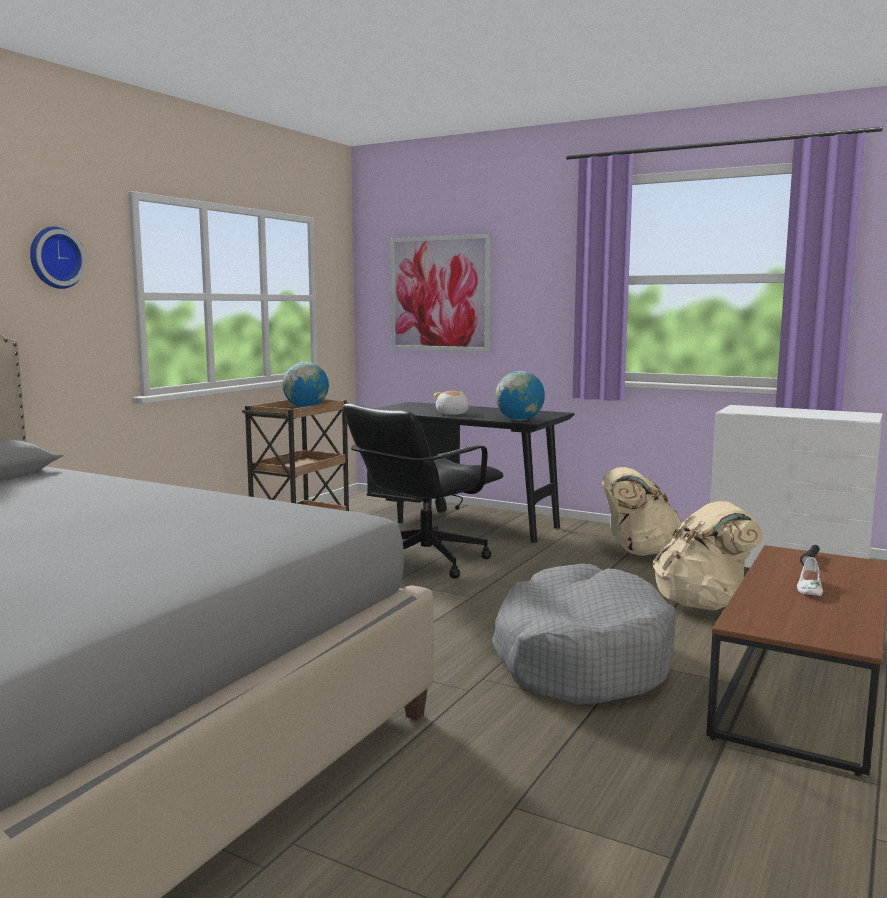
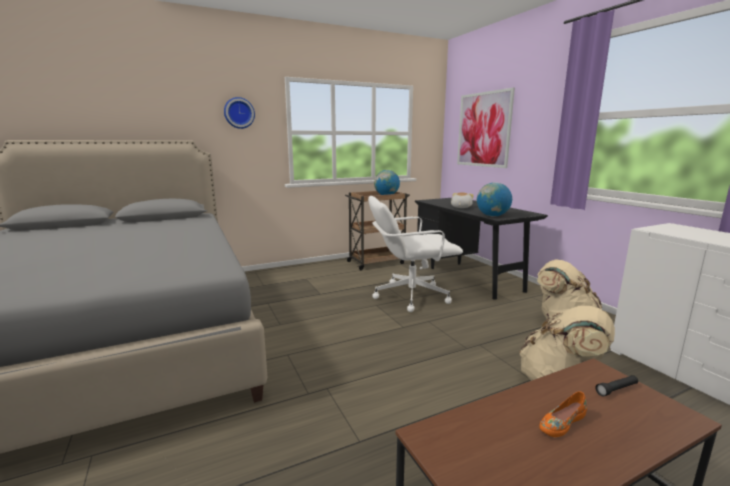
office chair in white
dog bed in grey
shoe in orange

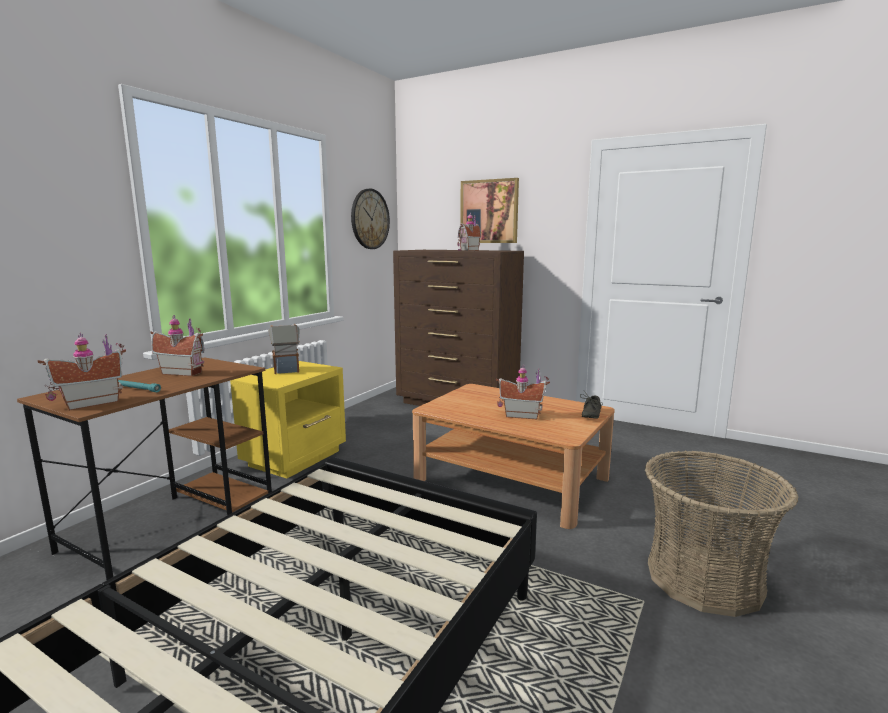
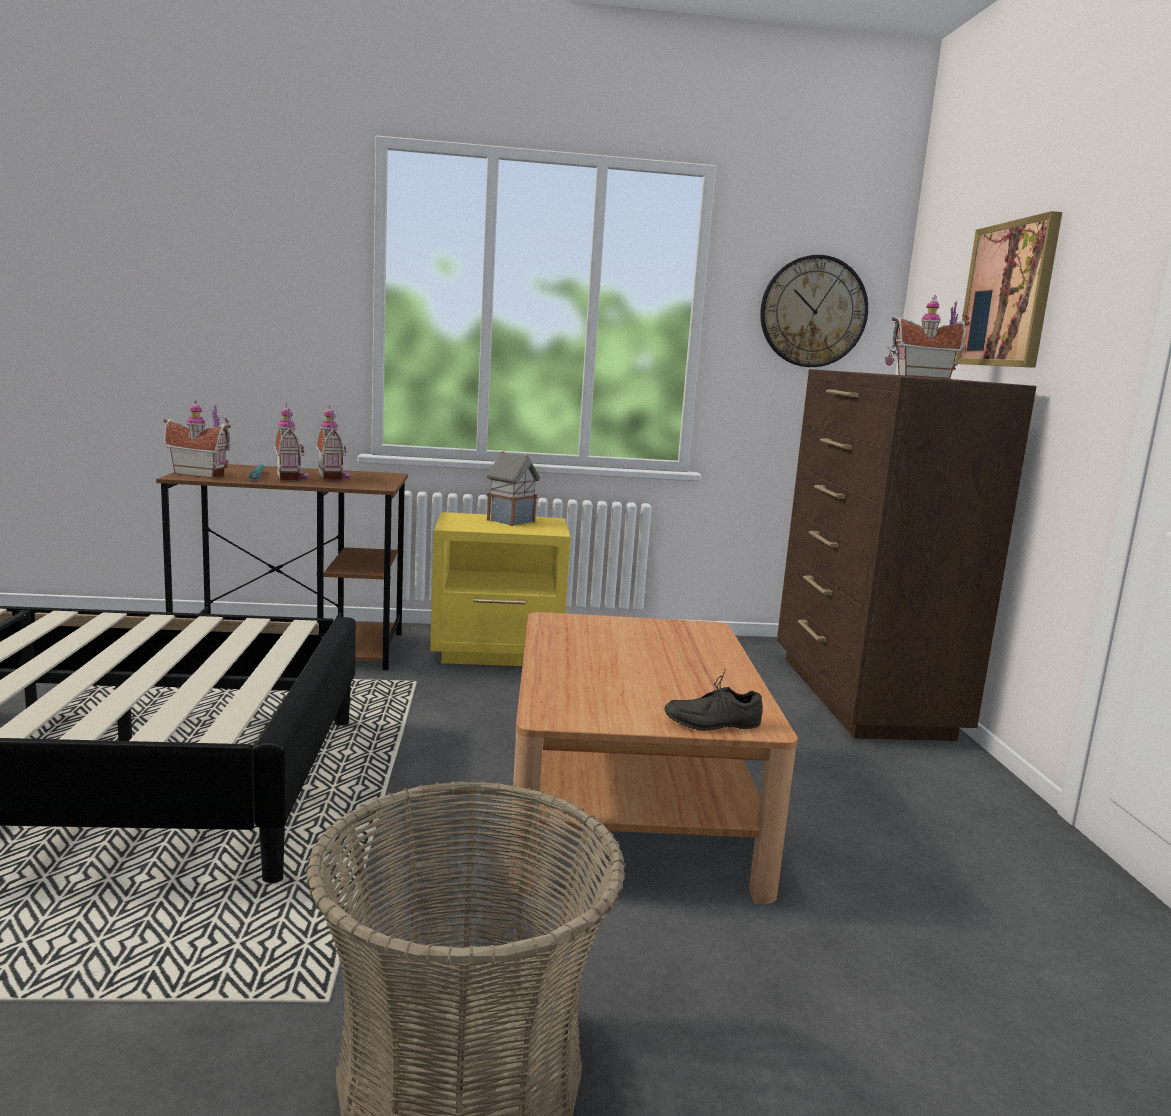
toy house (no. 2 from left)

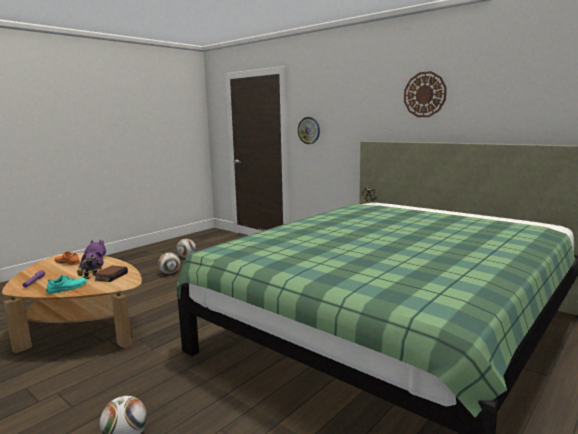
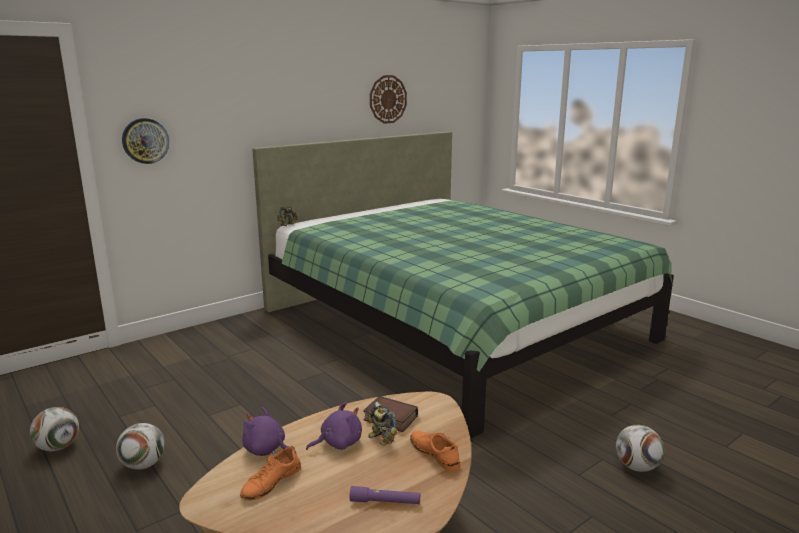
shoe in orange (no. 2 from left)
wall clock (no. 2 from left)

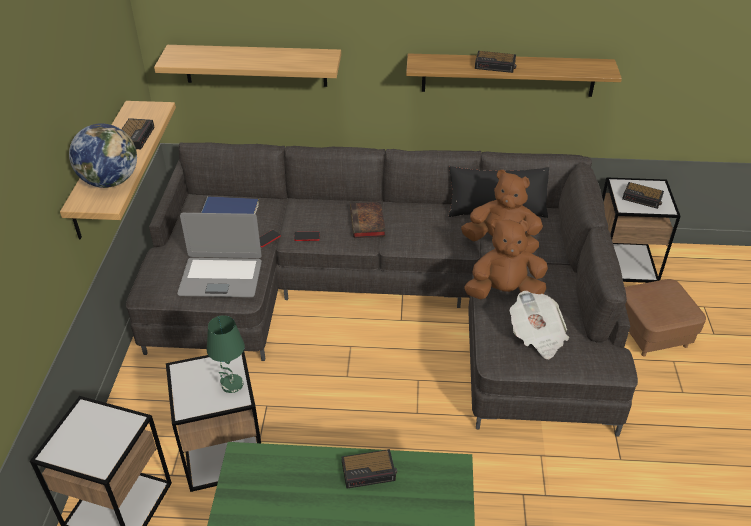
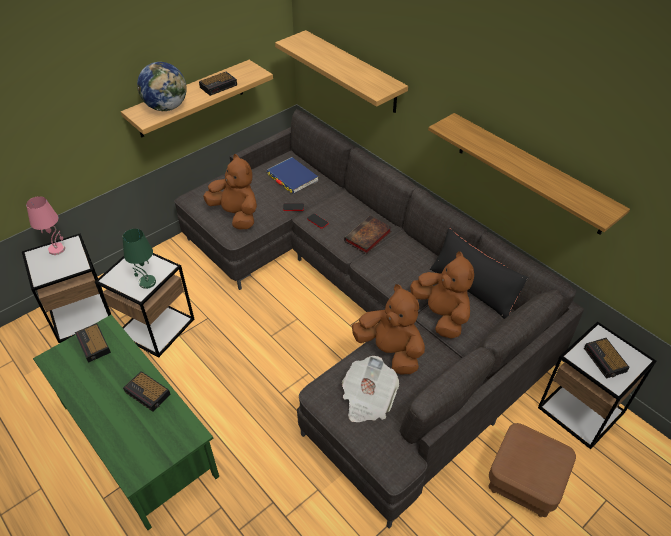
plush toy in brown (no. 1 from left)
alarm clock (no. 1 from left)
table lamp in pink

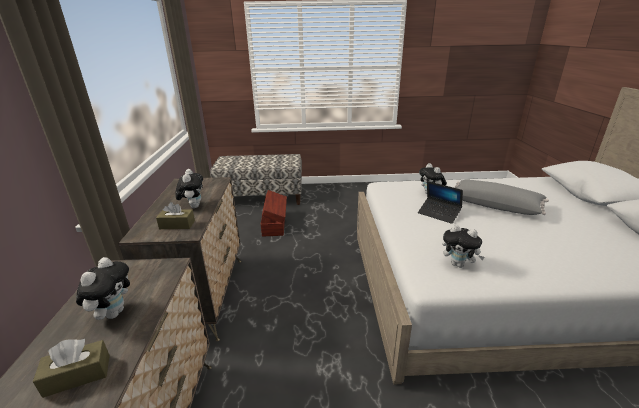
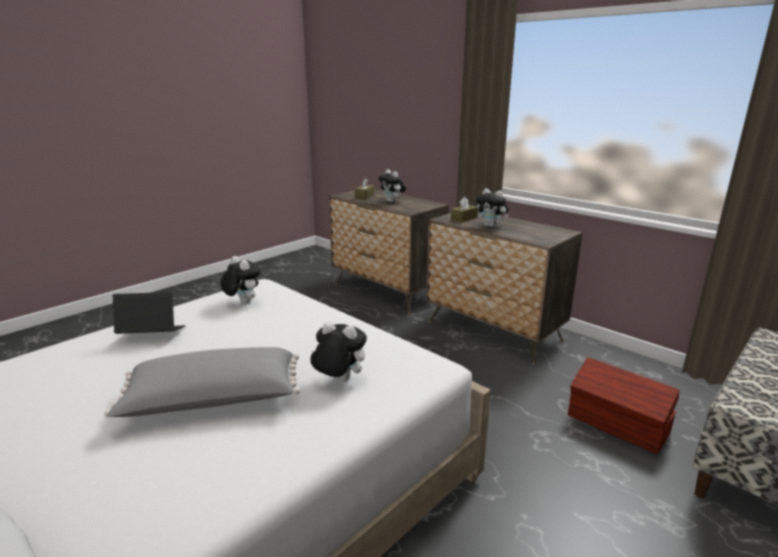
laptop
plush toy (no. 1 from left)

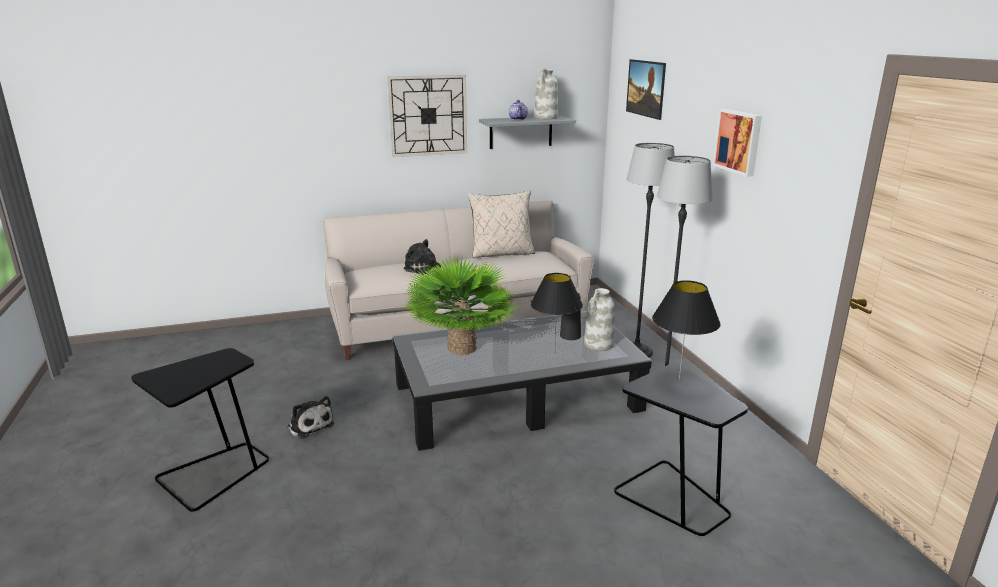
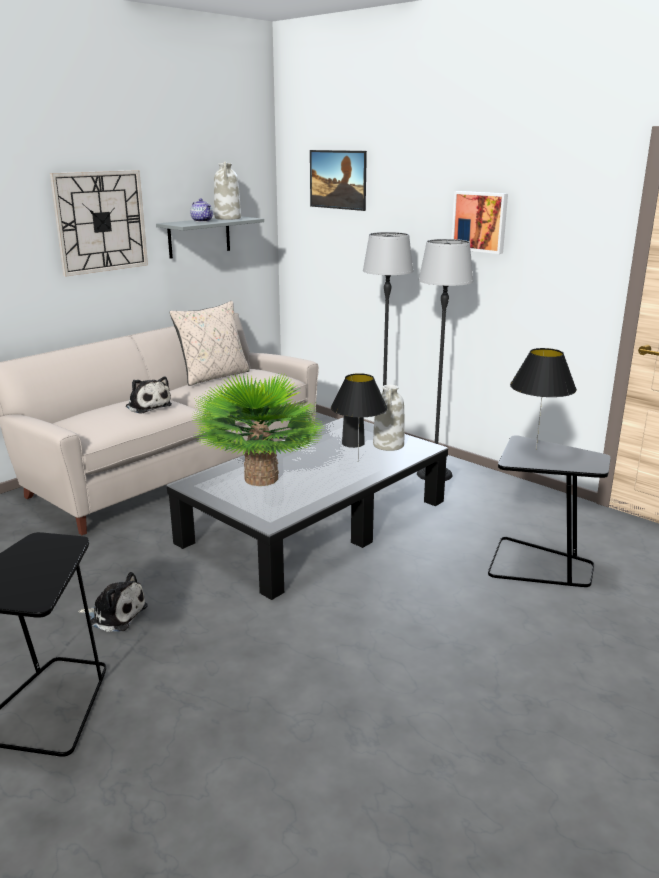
plush toy (no. 2 from left)

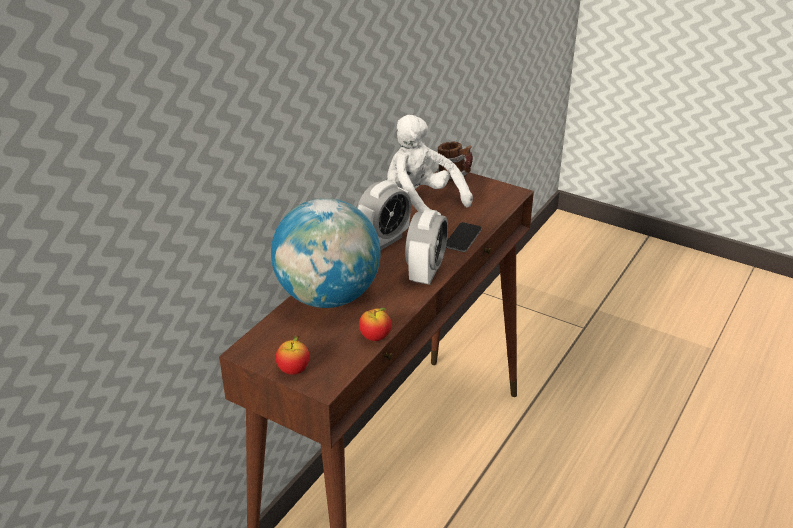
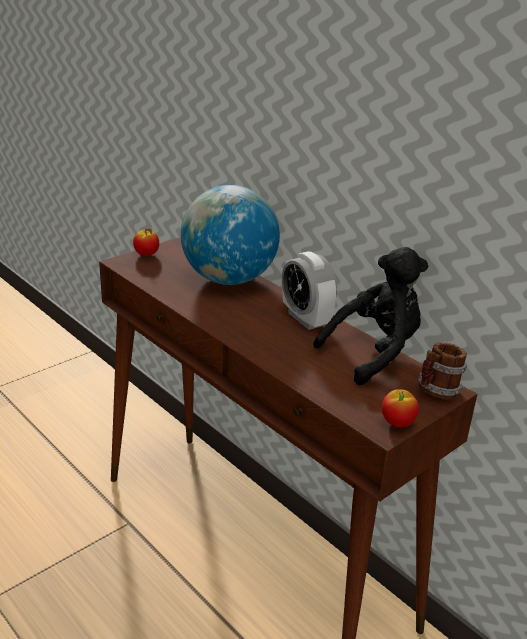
apple (no. 2 from left)
plush toy in black
alarm clock (no. 2 from left in the first image)
phone

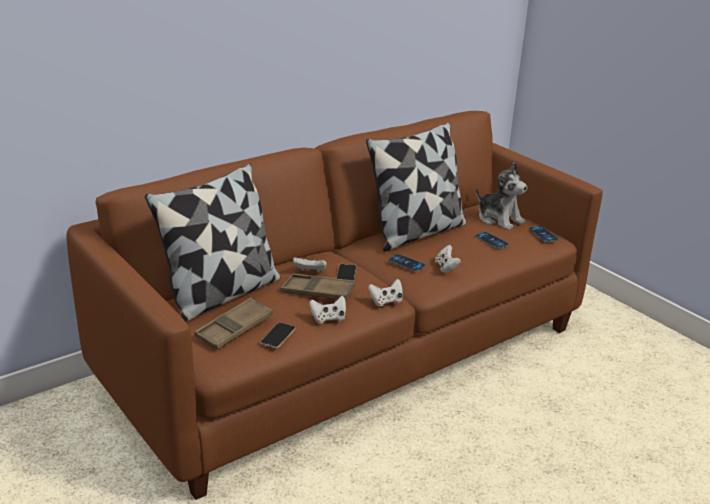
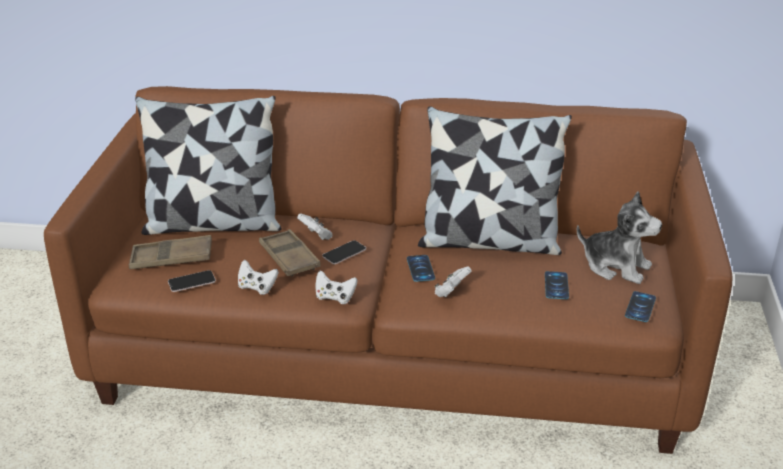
plush toy

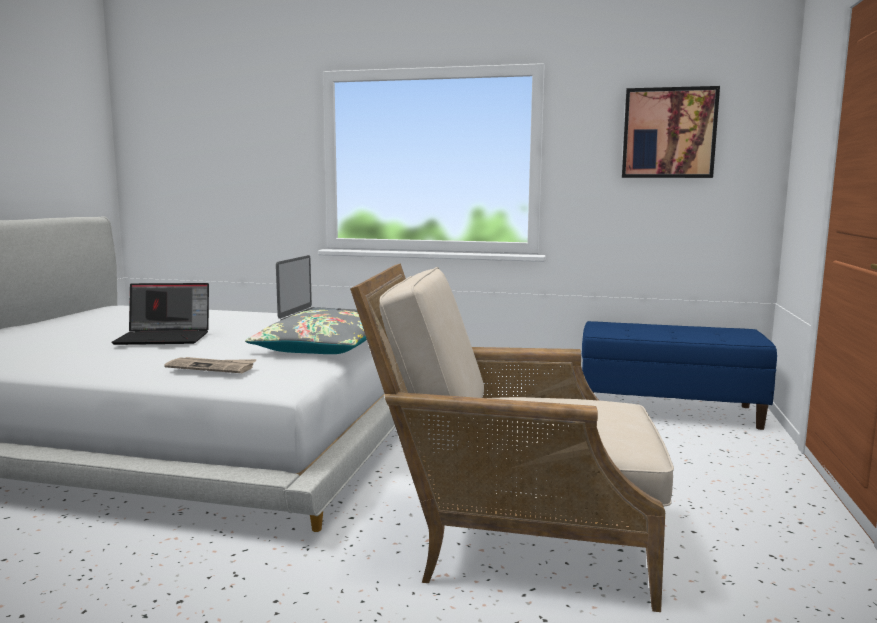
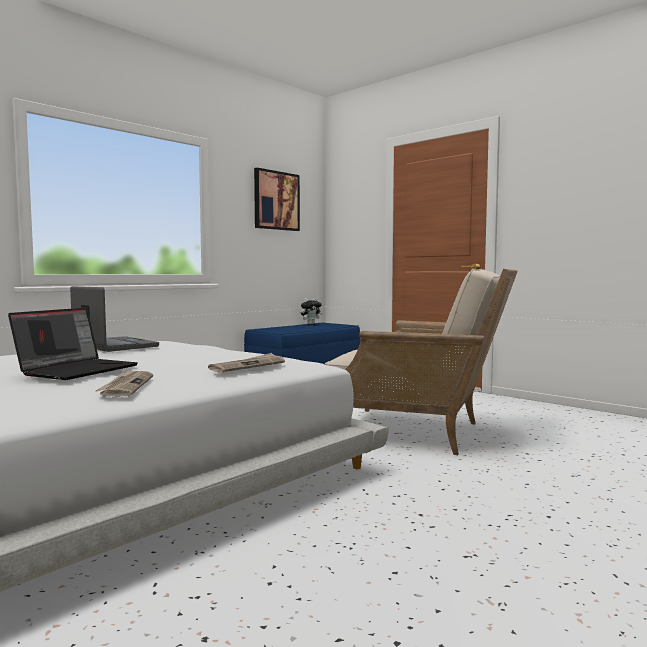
pillow in grey
armchair in beige
newspaper (no. 1 from left)
plush toy

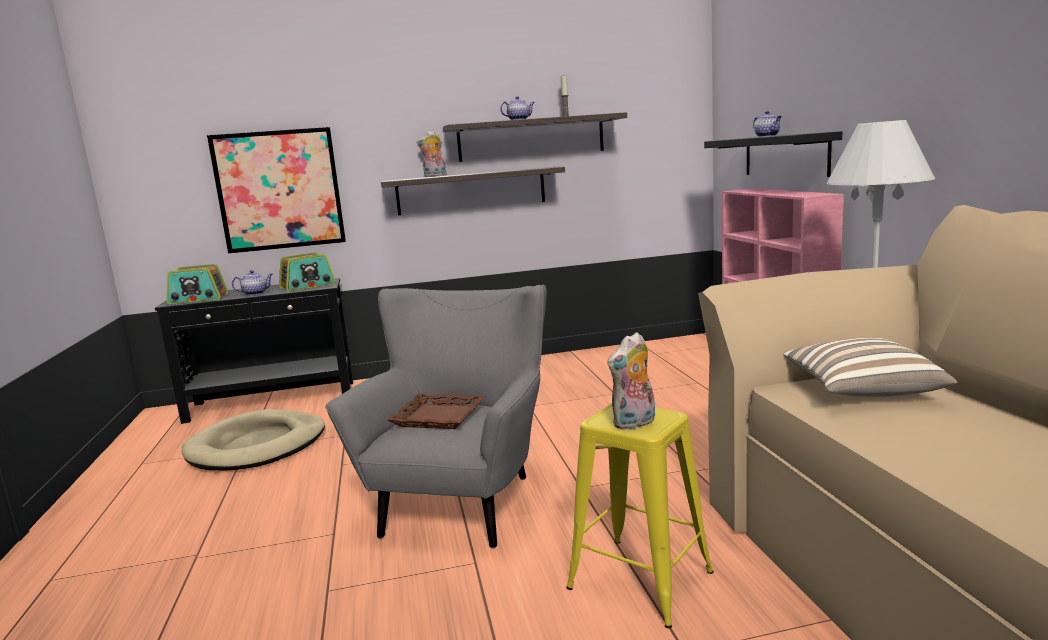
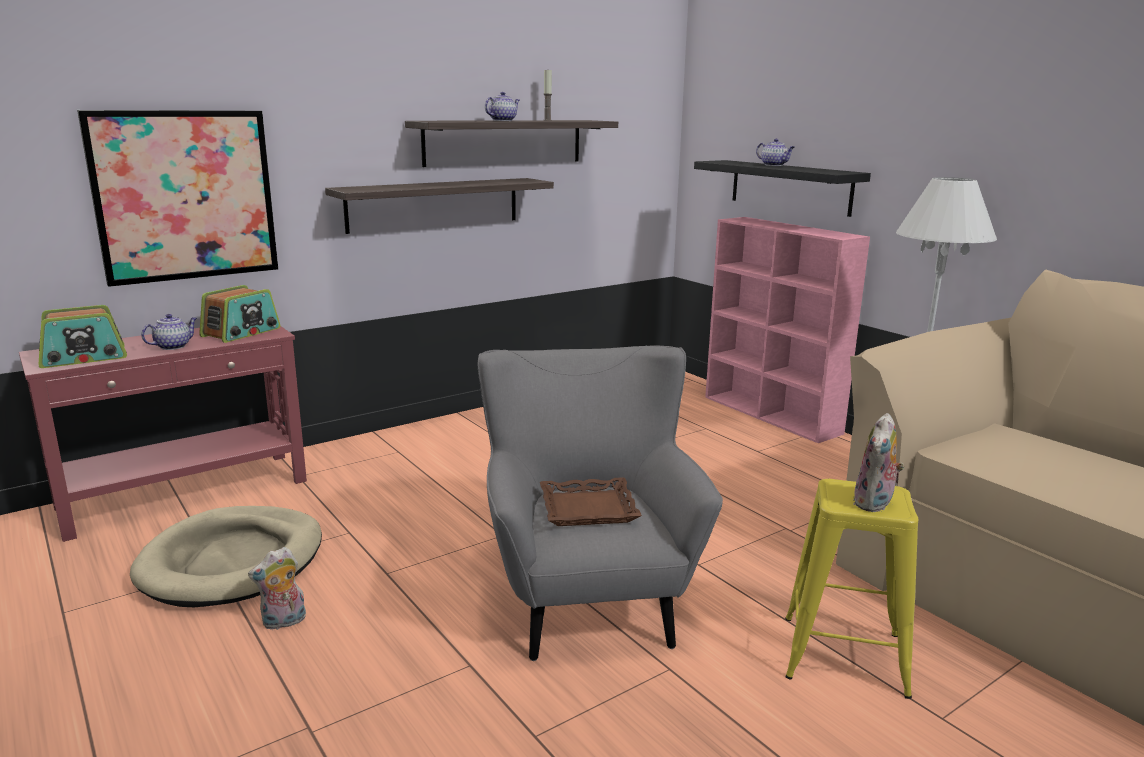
console table in red
plush toy (no. 1 from left)
pillow

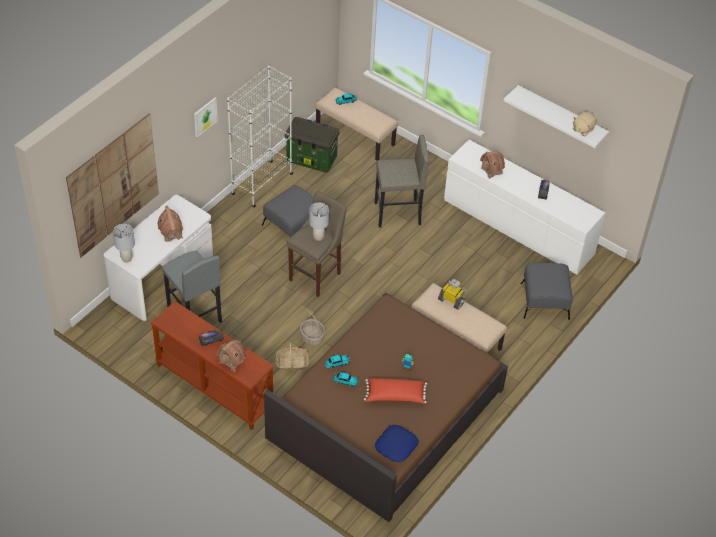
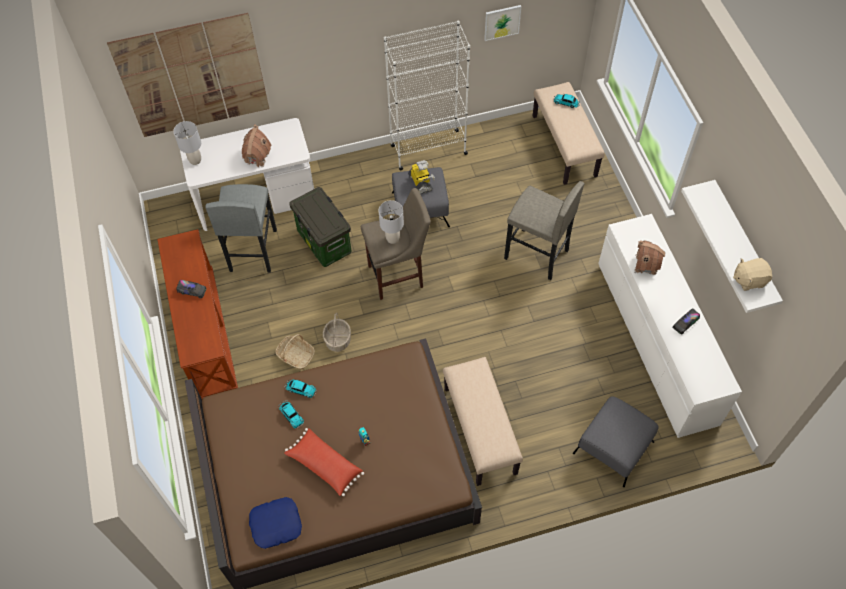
picture (no. 2 from left)
toy house (no. 2 from left in the first image)
storage box
toy robot (no. 2 from left)

